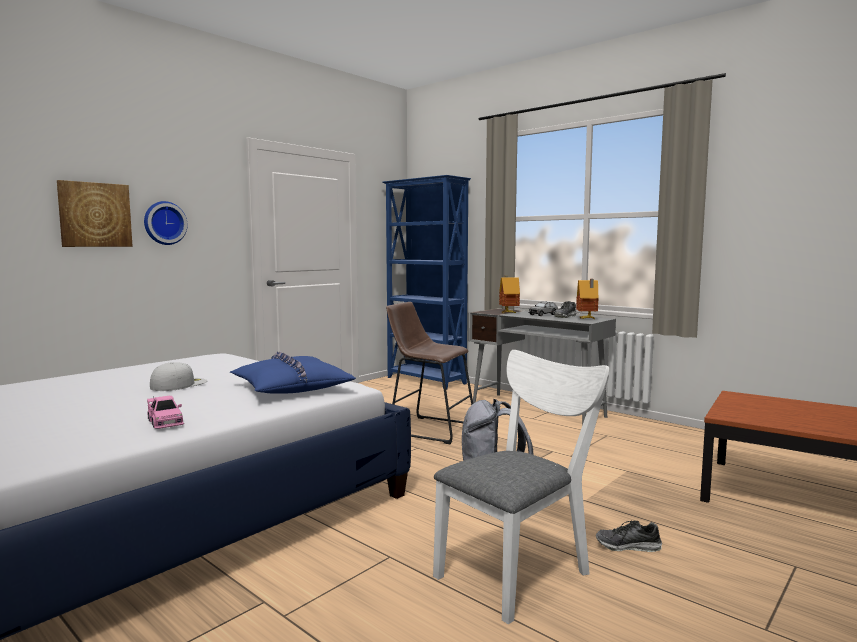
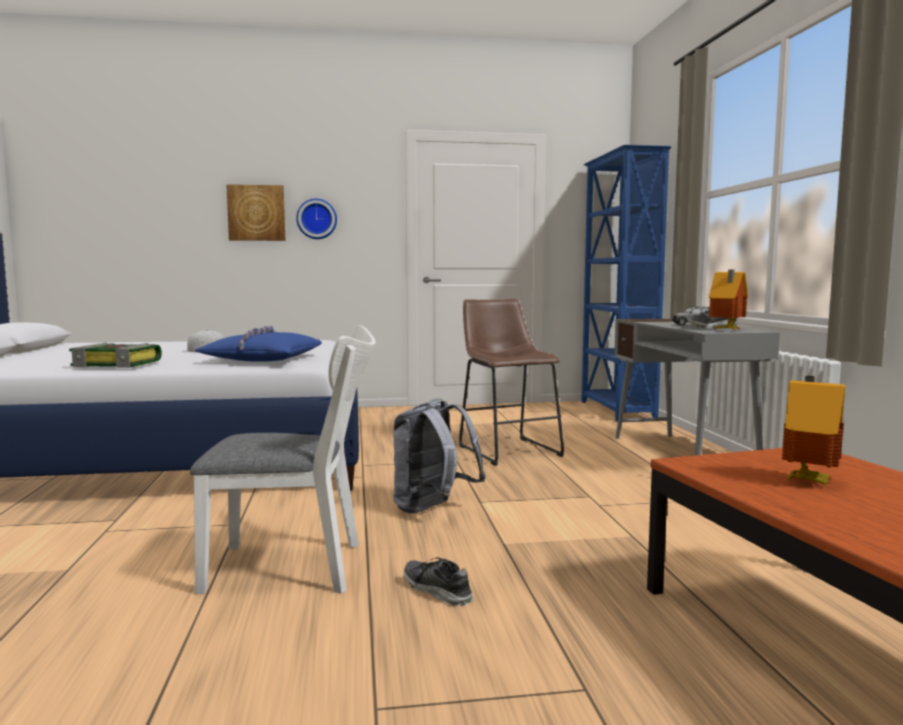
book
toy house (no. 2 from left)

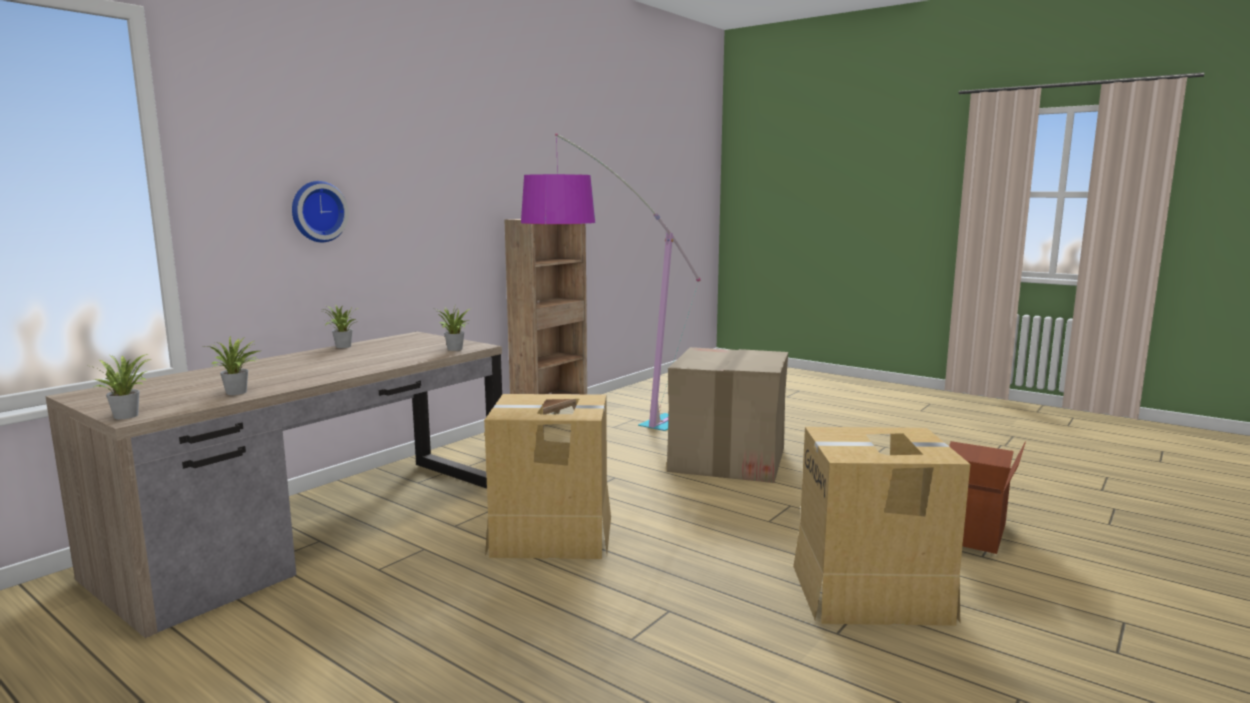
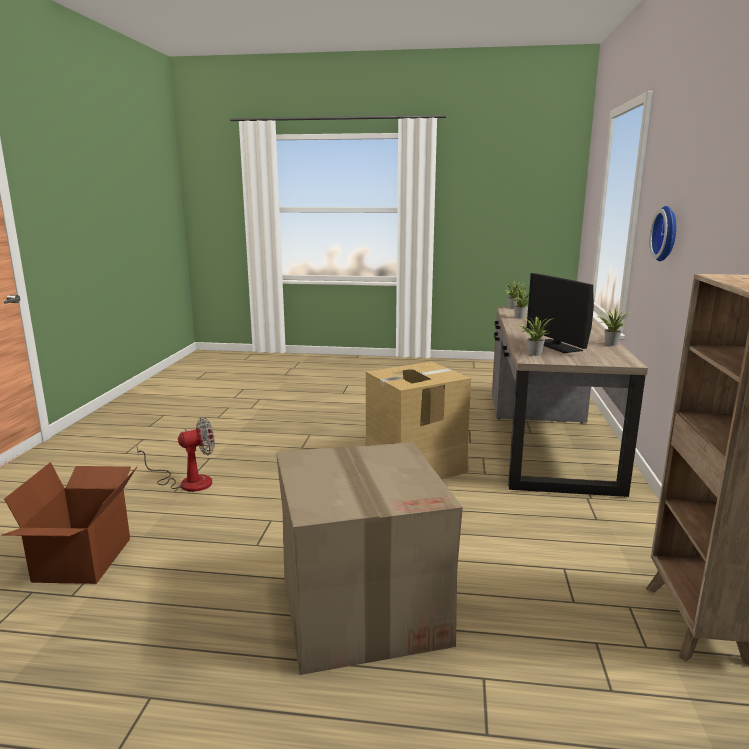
floor lamp
fan
monitor

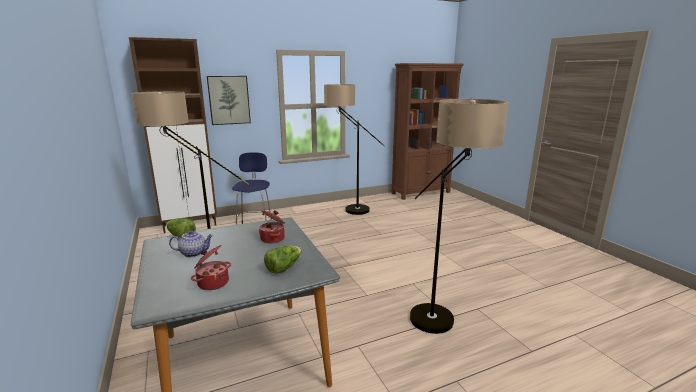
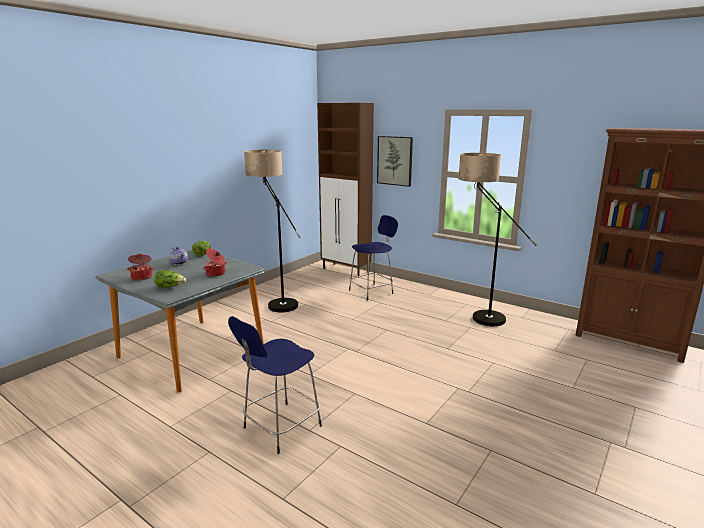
stool in blue (no. 1 from left)

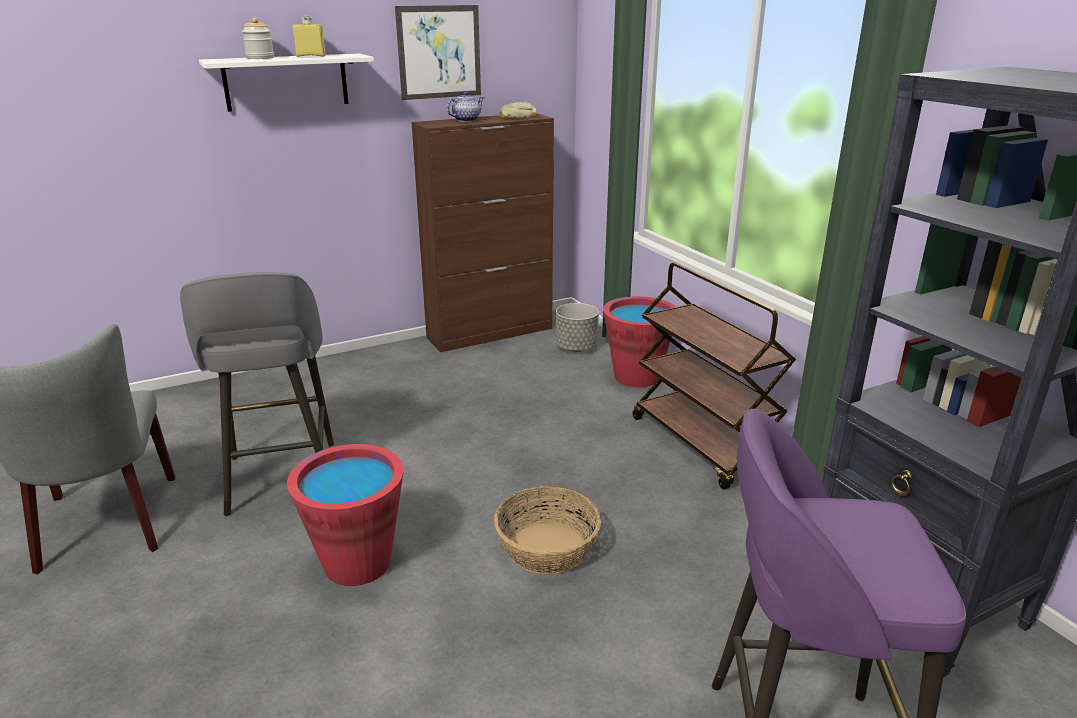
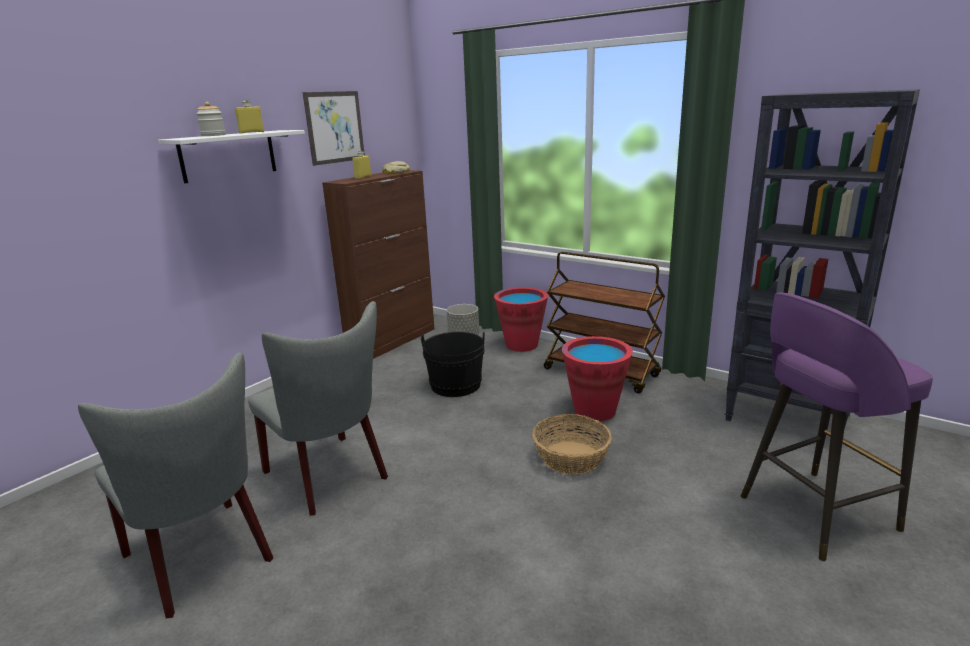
chair in grey (no. 2 from left)
bucket in red (no. 2 from left)
bottle in yellow (no. 2 from left)
bucket in black

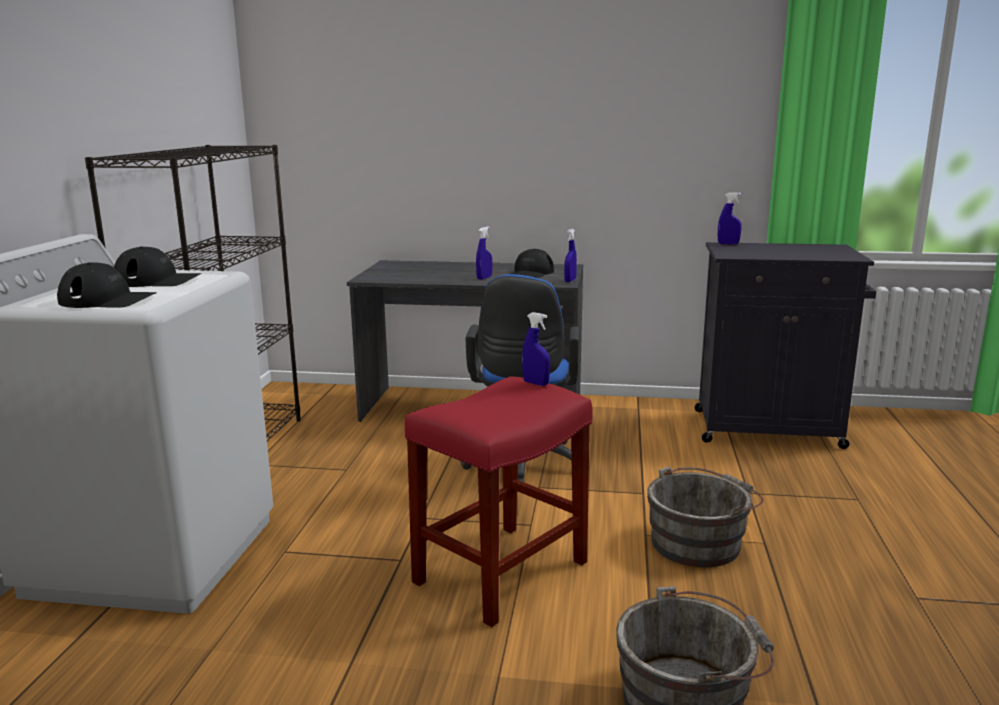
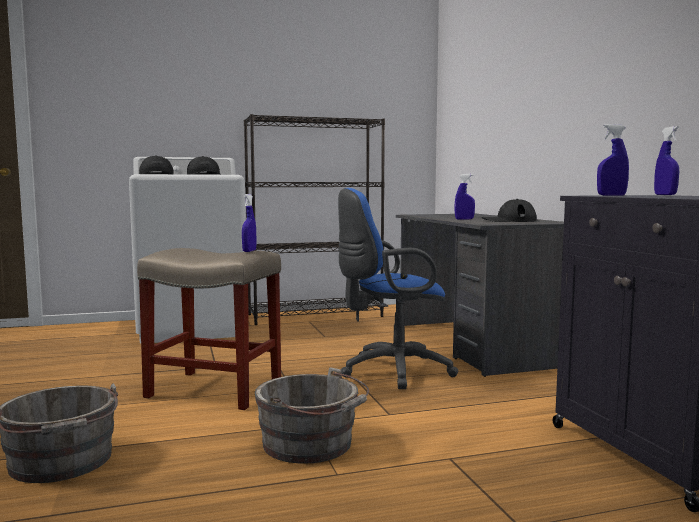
stool in beige
spray bottle in blue (no. 3 from left)

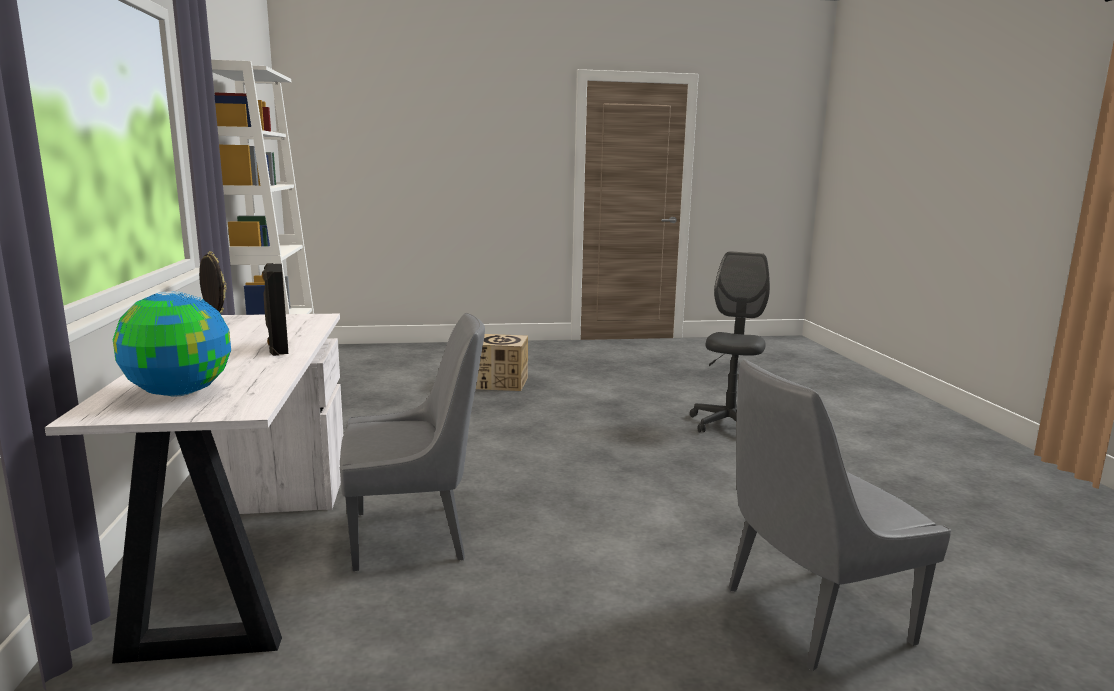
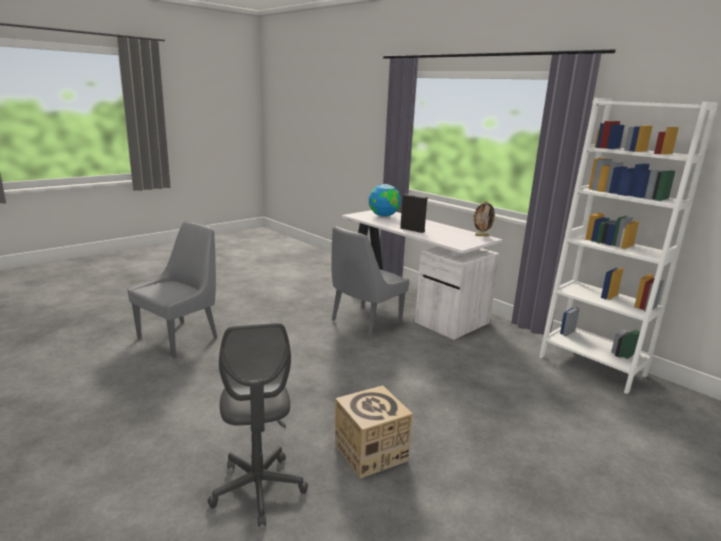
cardboard box

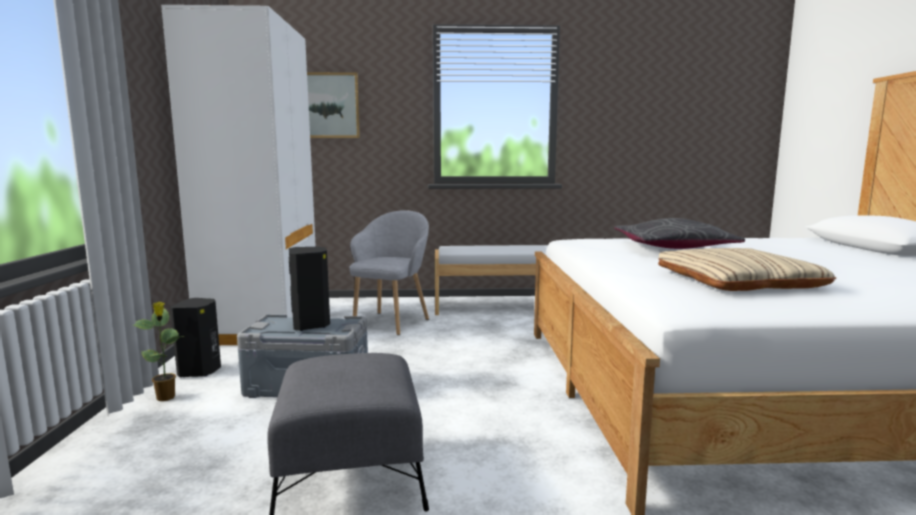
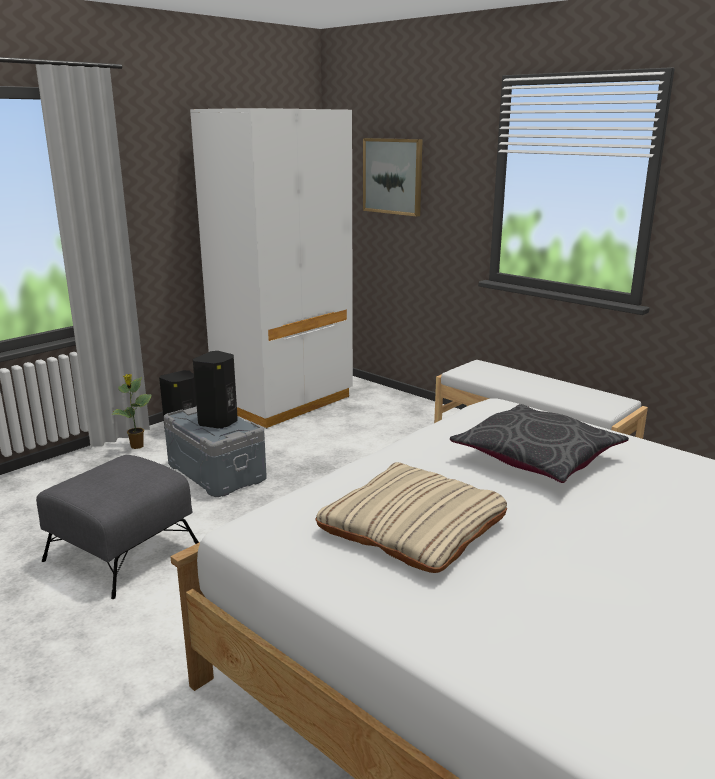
armchair in grey

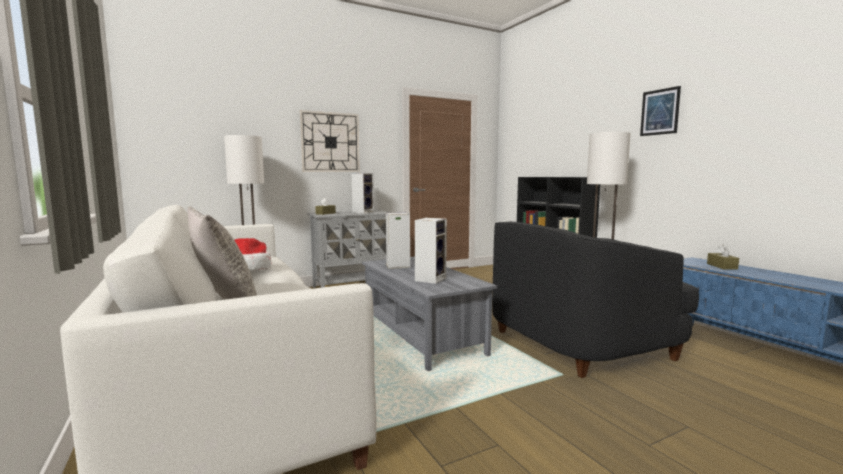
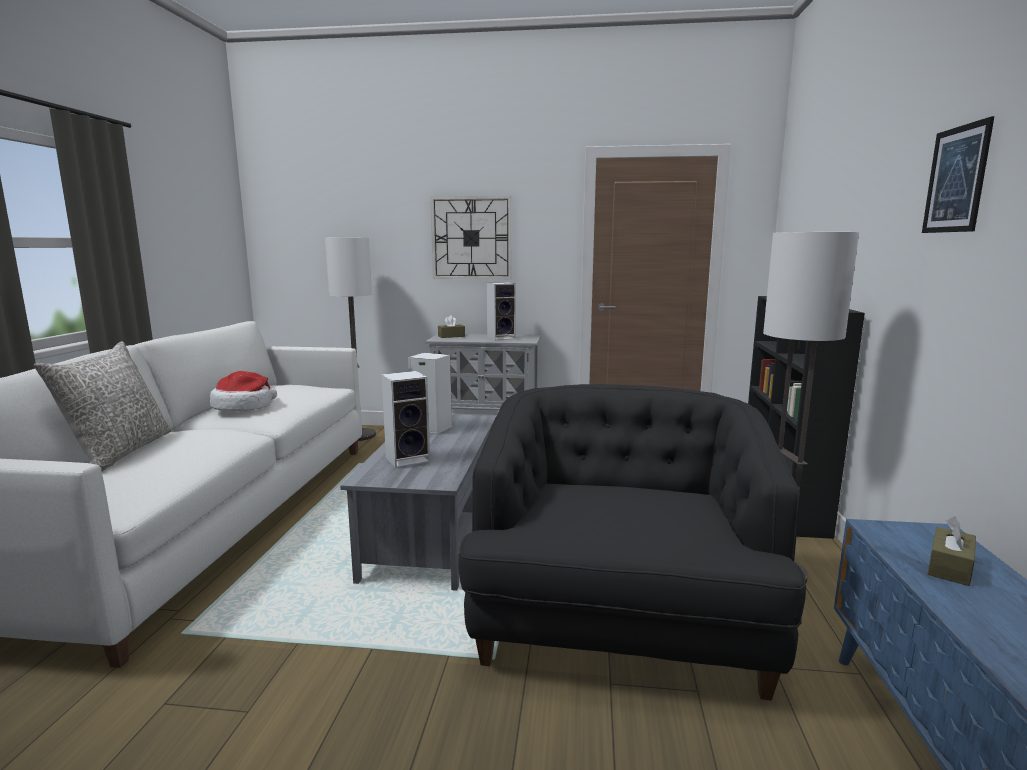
armchair in black

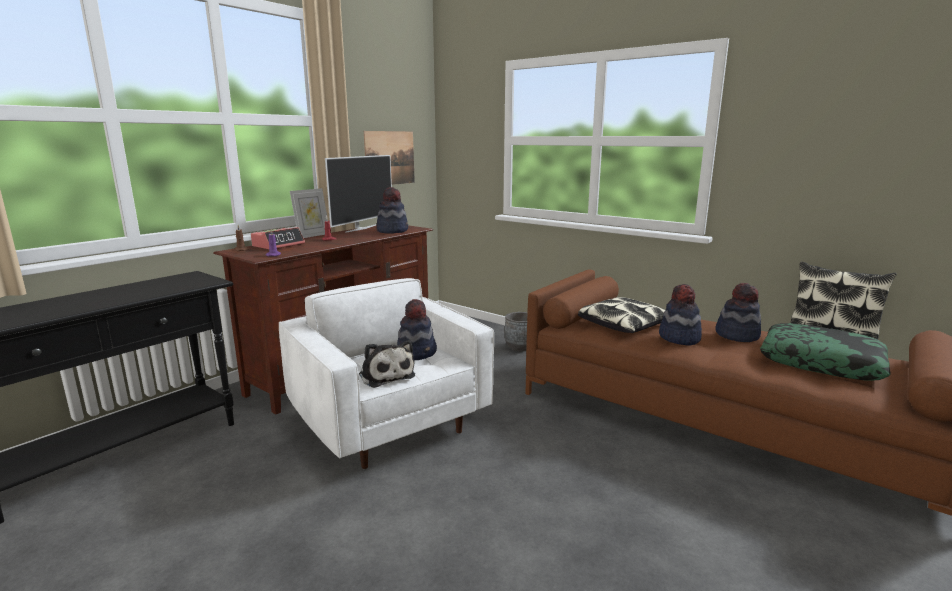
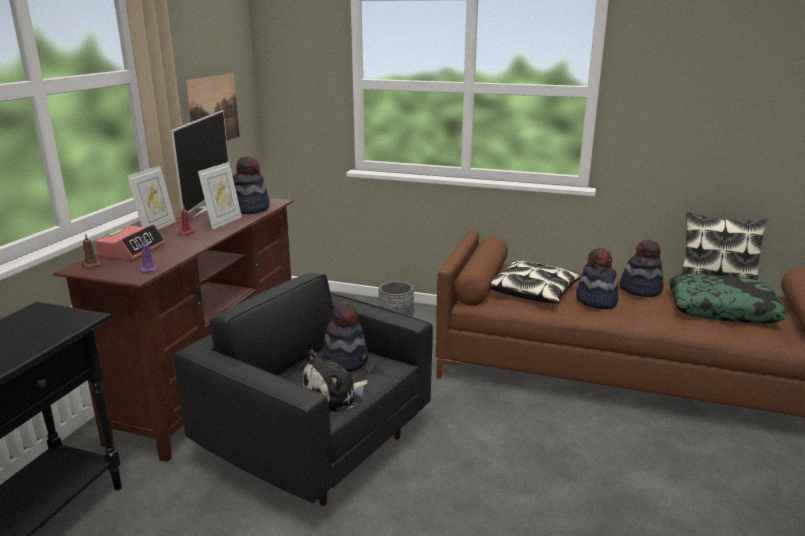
armchair in black
plush toy
picture frame (no. 2 from left)

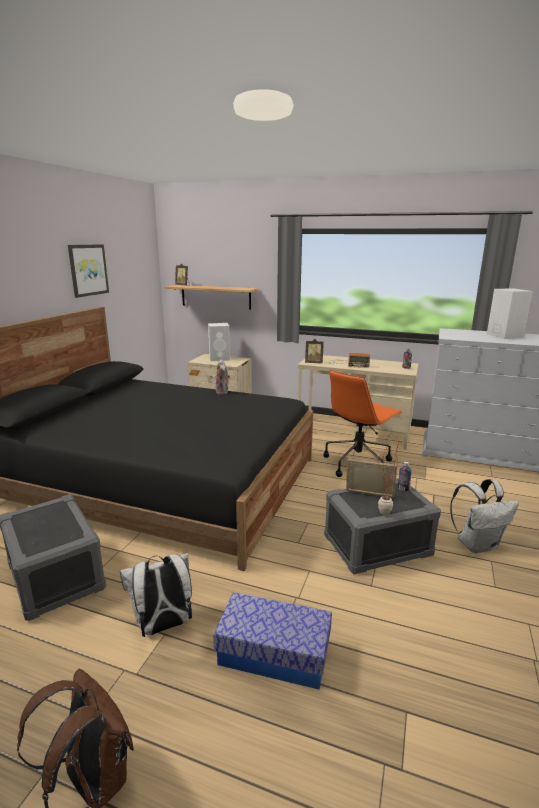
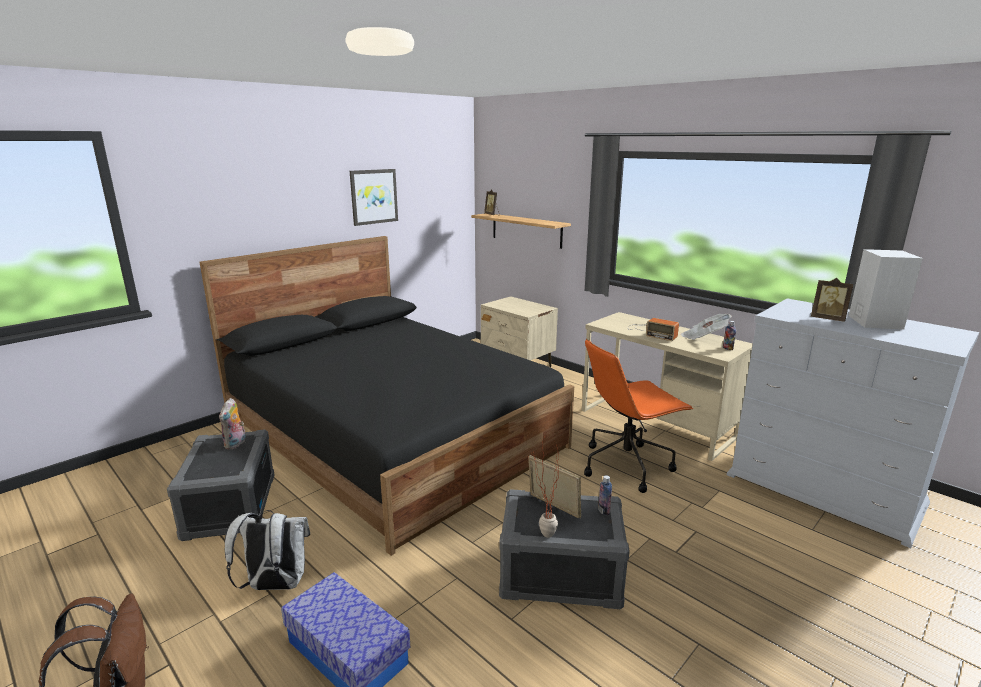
speaker in white (no. 1 from left in the first image)
plush toy
picture frame (no. 3 from left)
backpack in white (no. 2 from left in the first image)
newspaper

